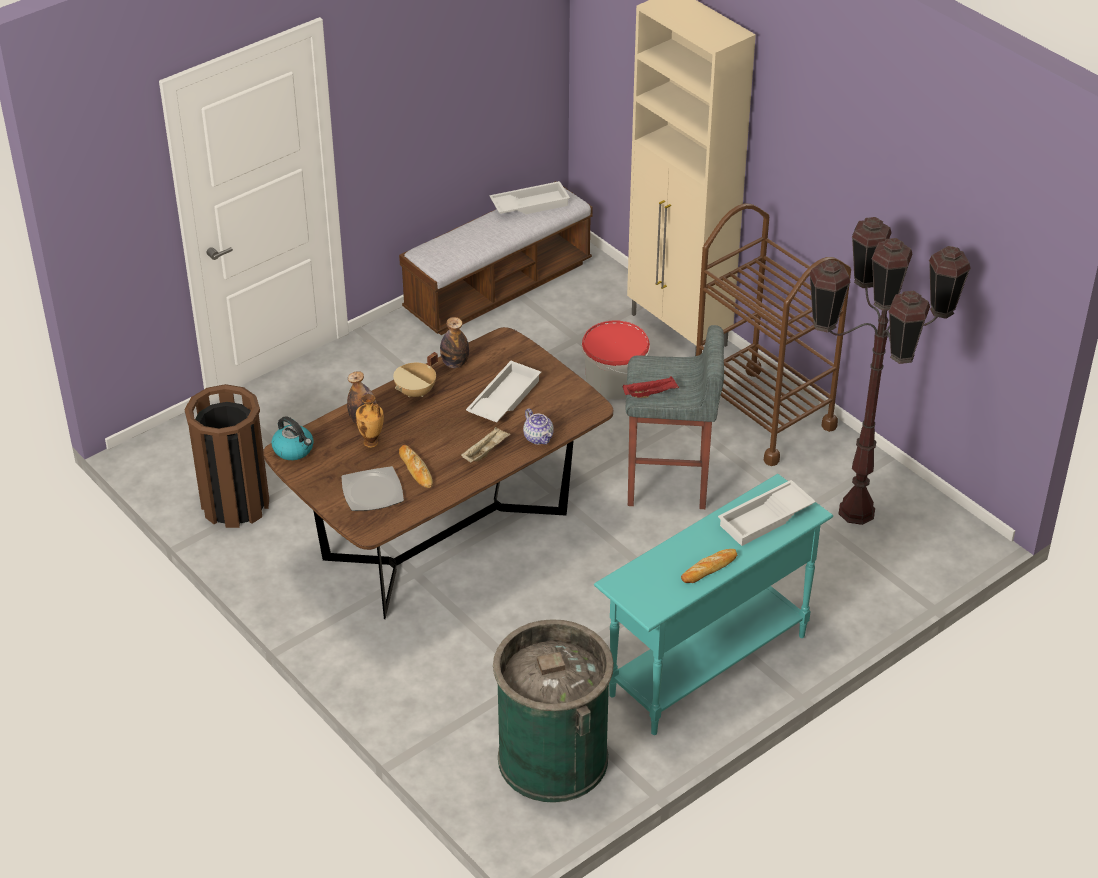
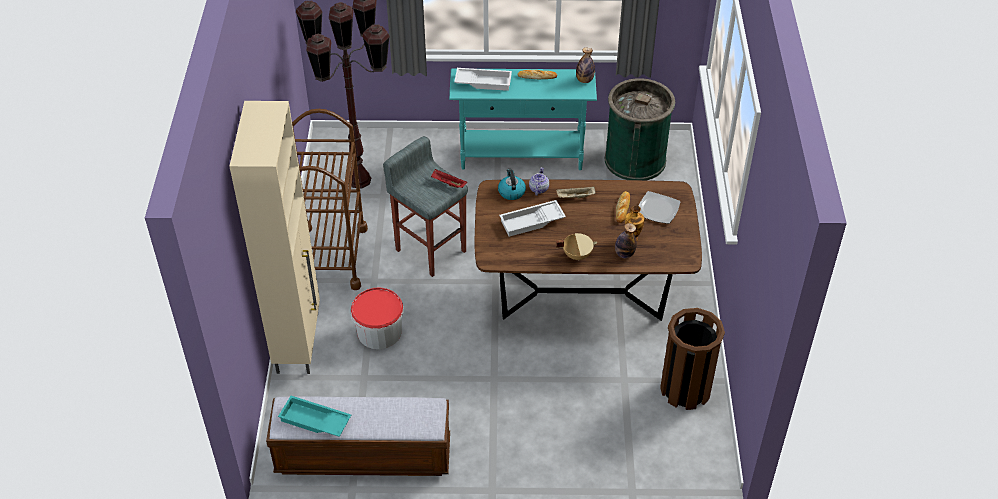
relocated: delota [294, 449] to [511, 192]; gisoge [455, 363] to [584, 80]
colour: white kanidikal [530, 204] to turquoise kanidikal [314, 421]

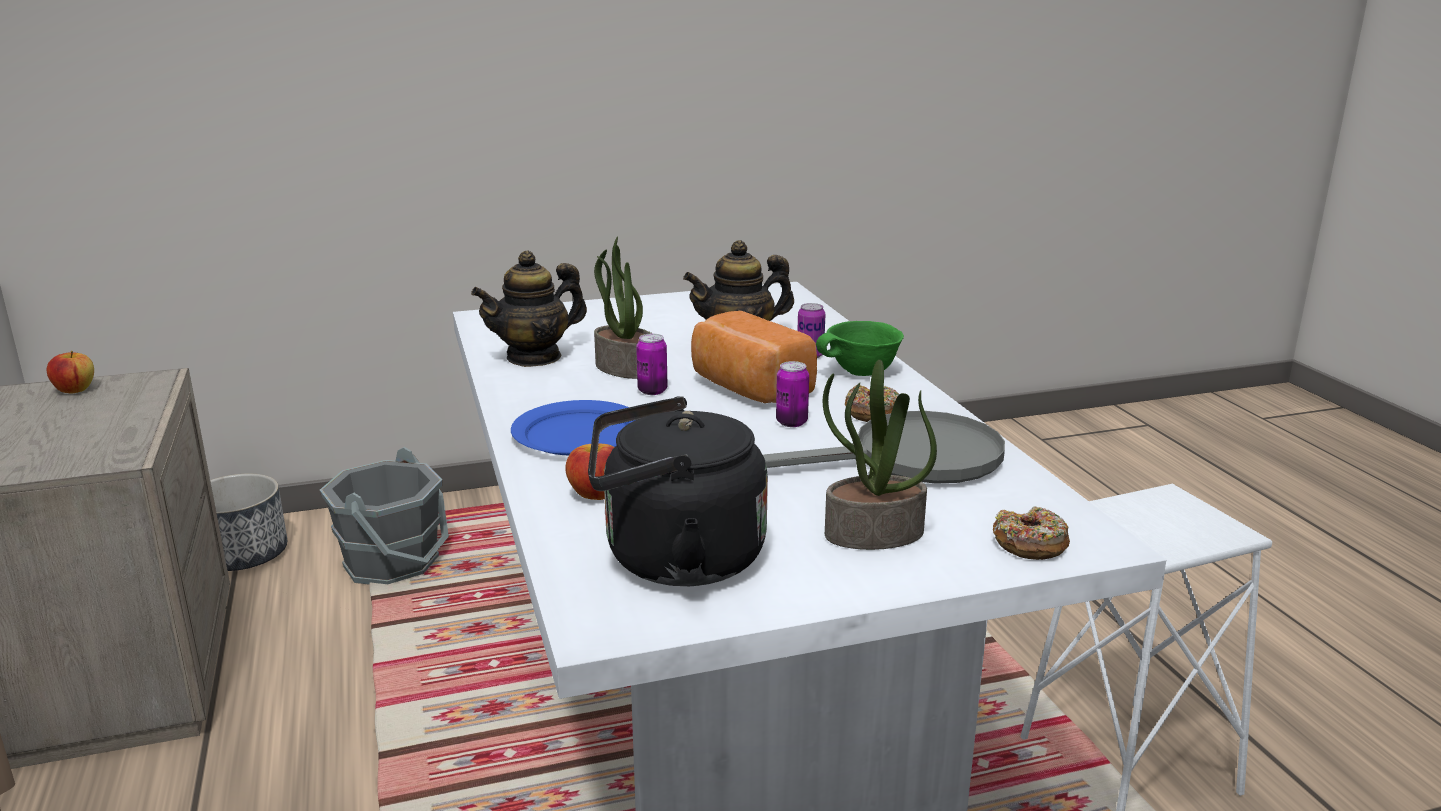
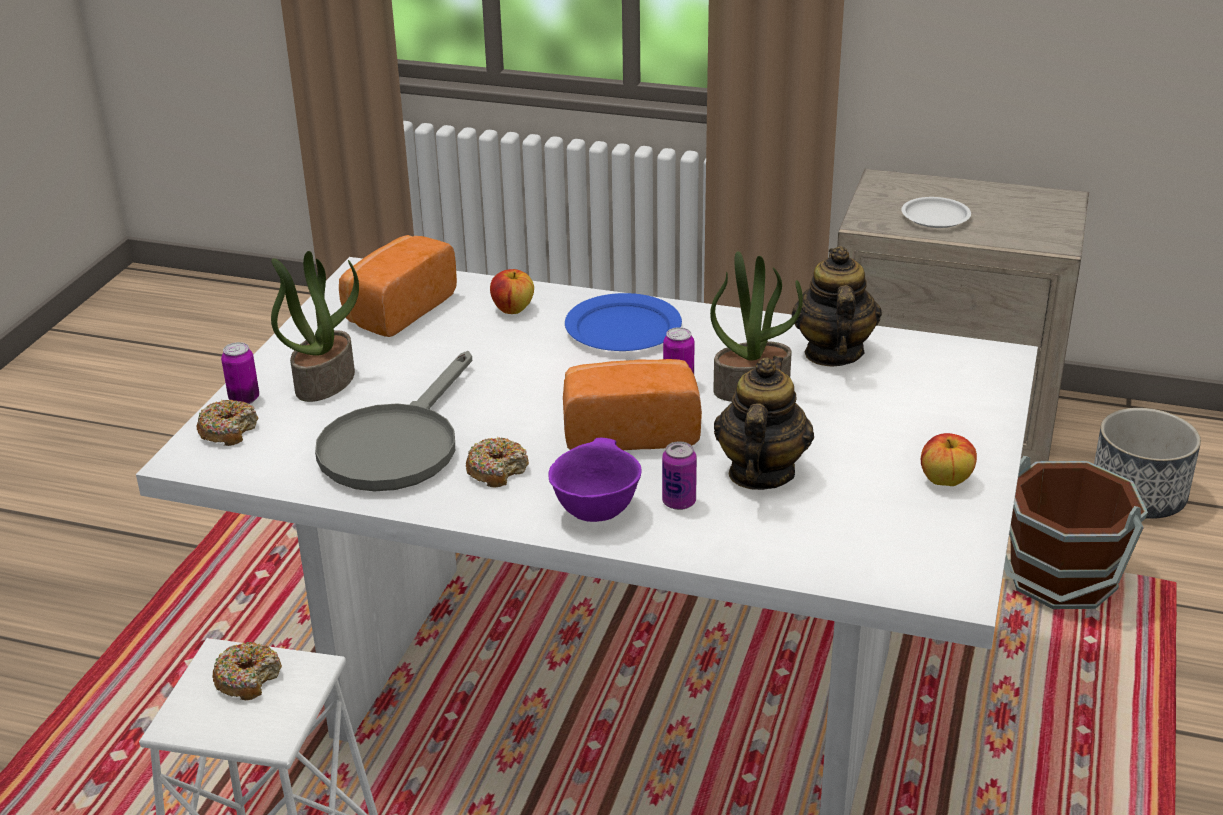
appeared: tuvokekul [248, 679]; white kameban [935, 217]
relocated: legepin [75, 390] to [945, 480]; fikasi [791, 422] to [244, 399]
exchanged: black delota [674, 559] to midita [396, 310]
colour: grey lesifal [393, 562] to brown lesifal [1060, 580]; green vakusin [861, 373] to purple vakusin [595, 510]

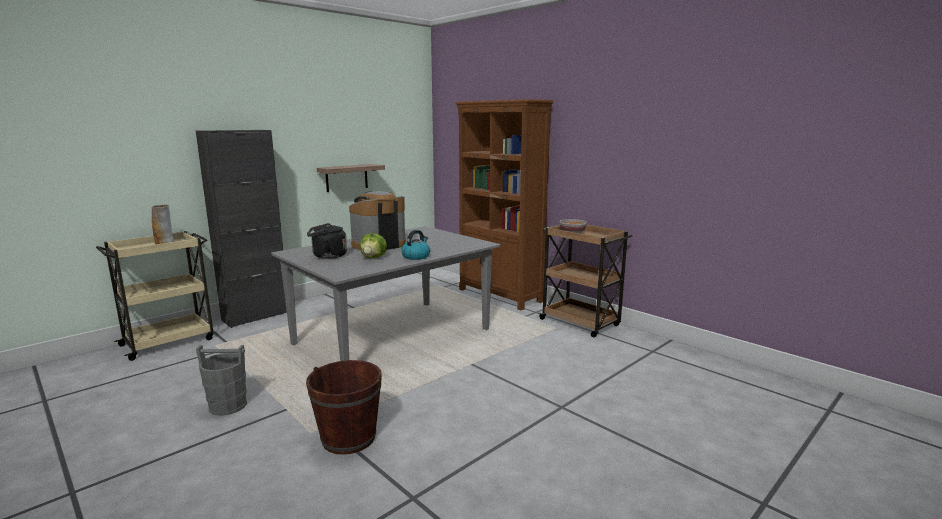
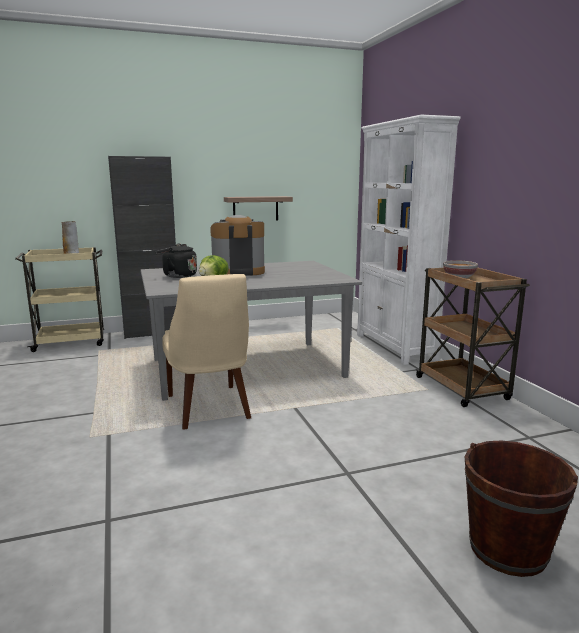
missing: grey lesifal [227, 406]; delota [416, 256]
appeared: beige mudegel [209, 408]
relocated: brown lesifal [348, 438] to [508, 550]
colour: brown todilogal [500, 295] to white todilogal [395, 347]

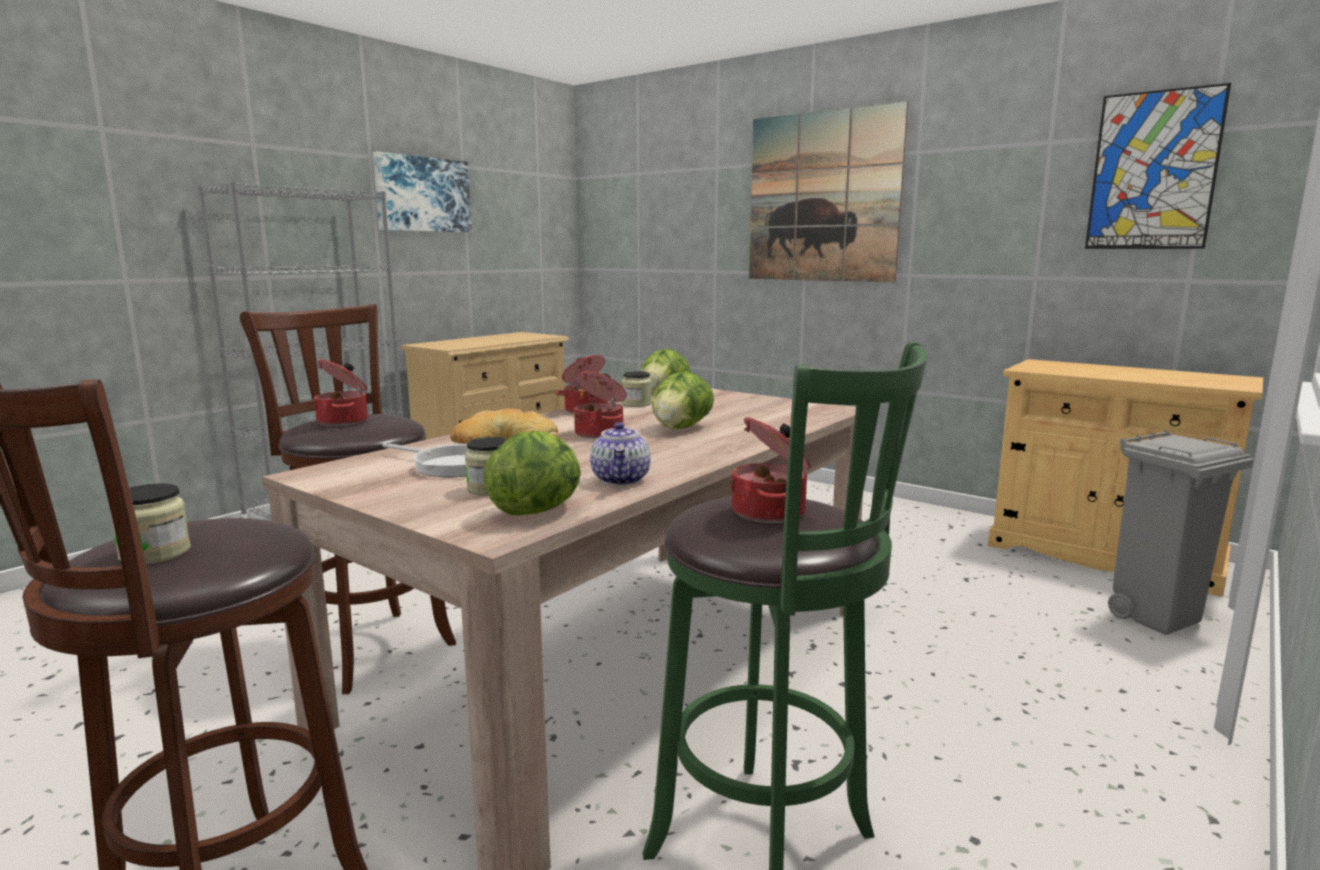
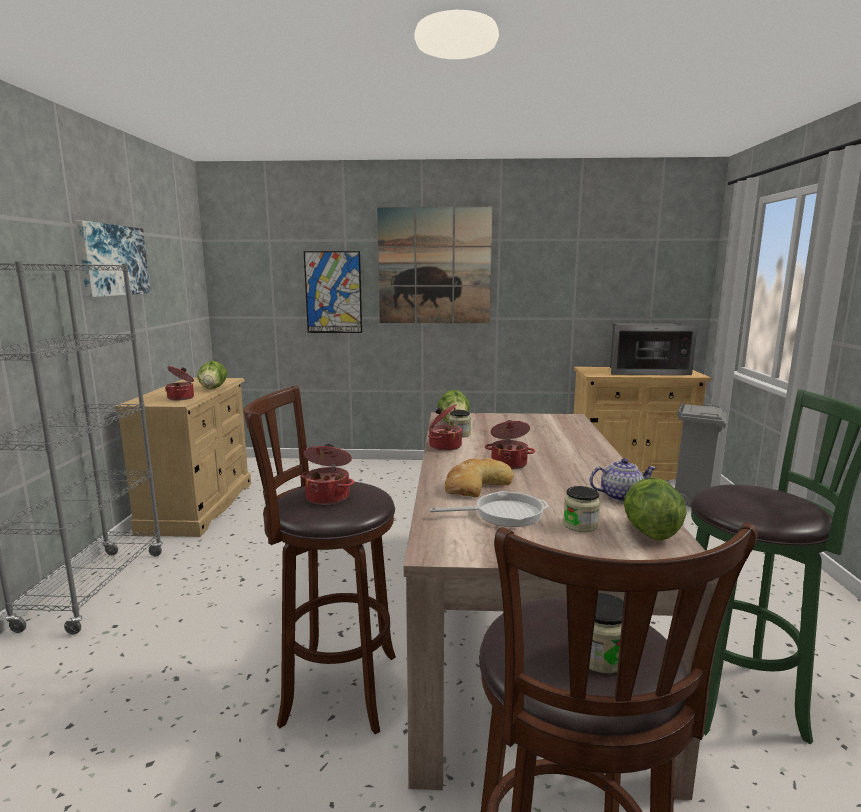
appeared: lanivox [645, 371]
relocated: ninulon [680, 428] to [213, 388]; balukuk [770, 512] to [181, 398]; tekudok [1153, 171] to [333, 292]
spun: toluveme [621, 480] = [621, 496] 60 degrees counterclockwise

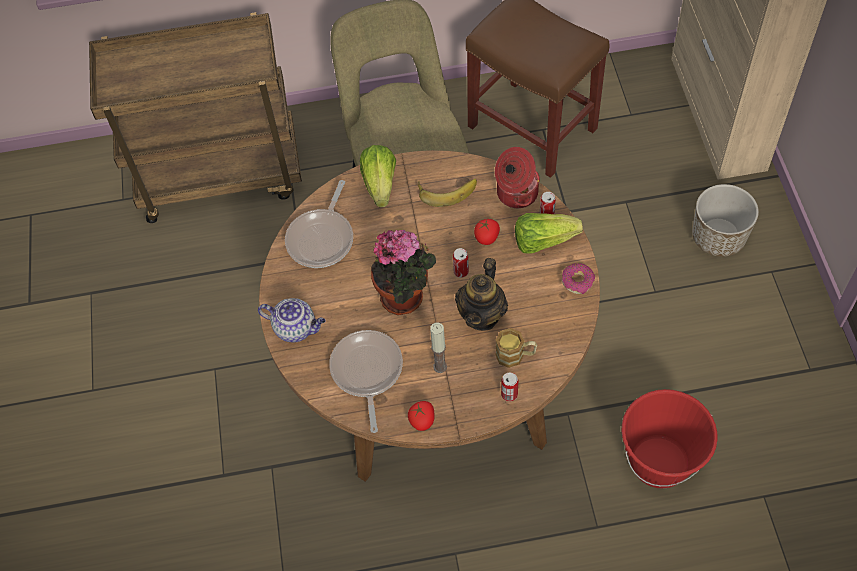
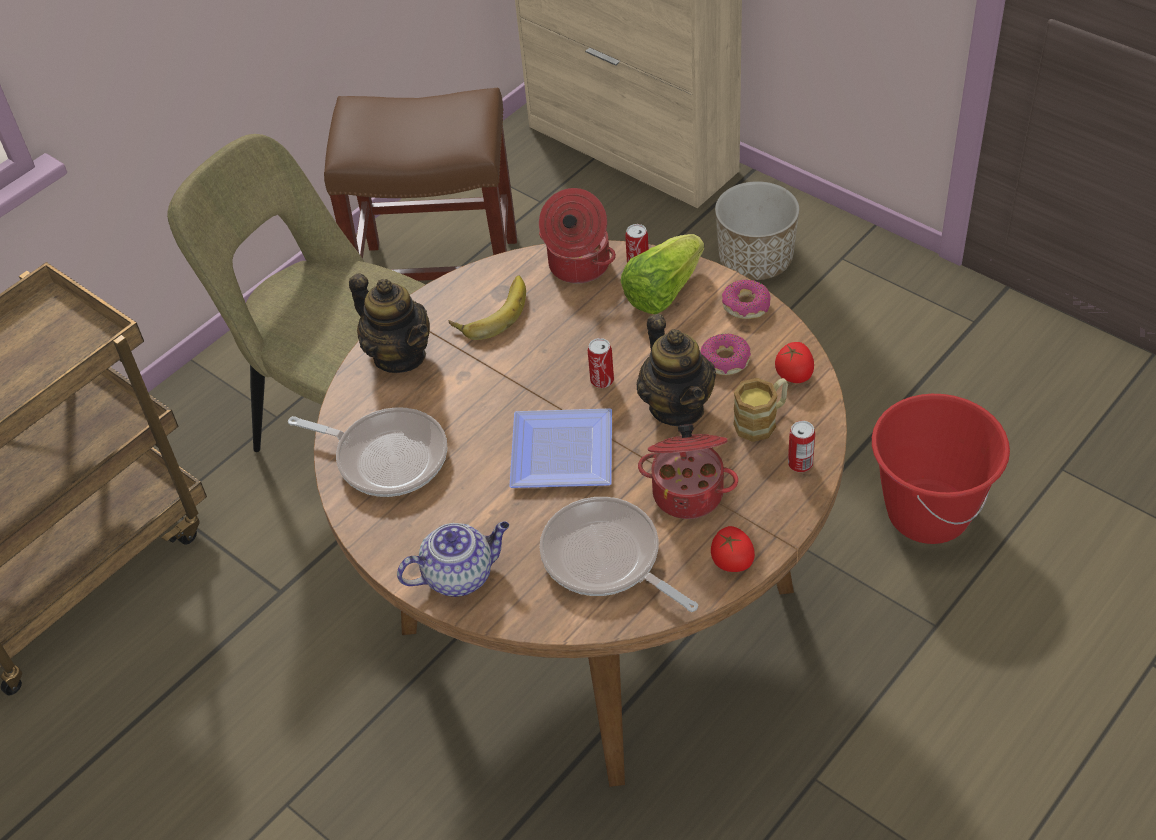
appeared: tuvokekul [725, 361]
relocated: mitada [487, 237] to [794, 374]
exchanged: ninulon [380, 184] to toluveme [399, 355]; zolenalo [406, 298] to kameban [566, 449]; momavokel [440, 367] to balukuk [688, 491]
spun: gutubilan [322, 238] = [386, 457] 45 degrees counterclockwise

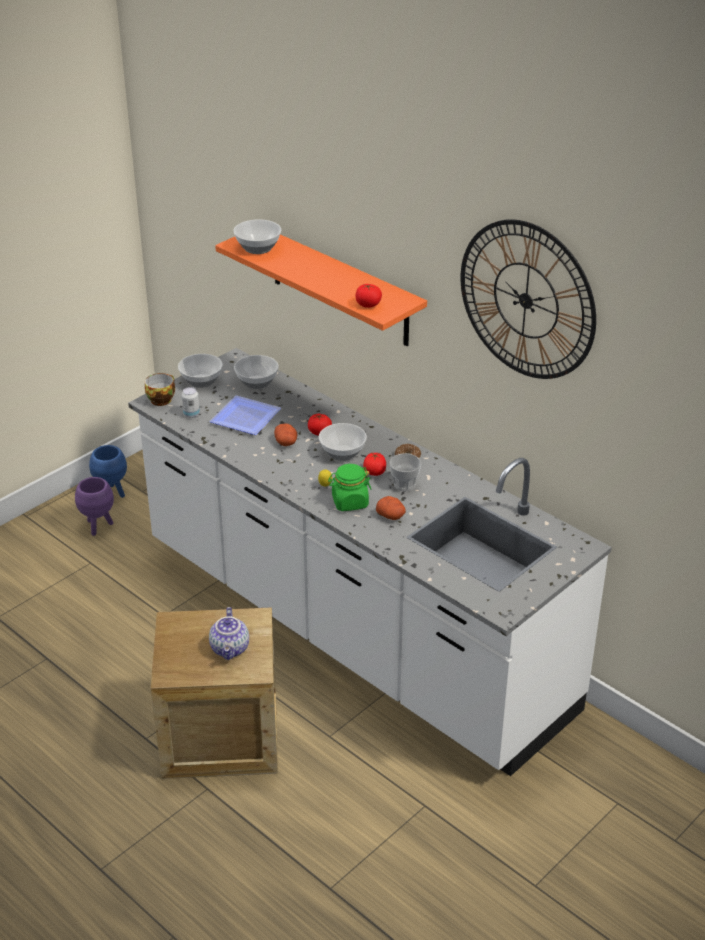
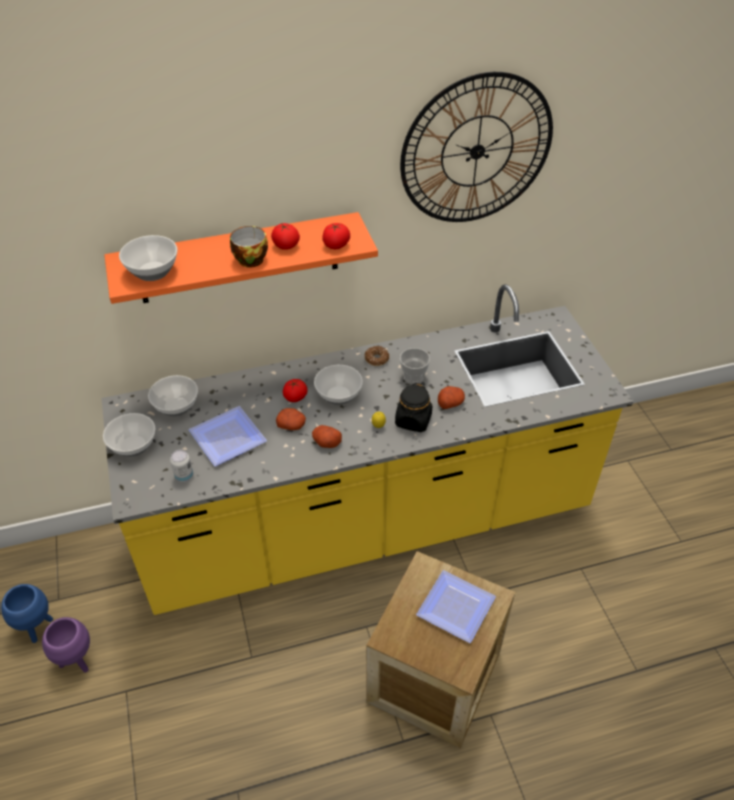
appeared: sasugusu [326, 442]
relocated: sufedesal [161, 399] to [249, 259]; mitada [374, 472] to [286, 246]
exchanged: toluveme [231, 649] to kameban [455, 605]
colour: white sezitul [352, 628] to yellow sezitul [367, 523]; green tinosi [349, 502] to black tinosi [413, 420]

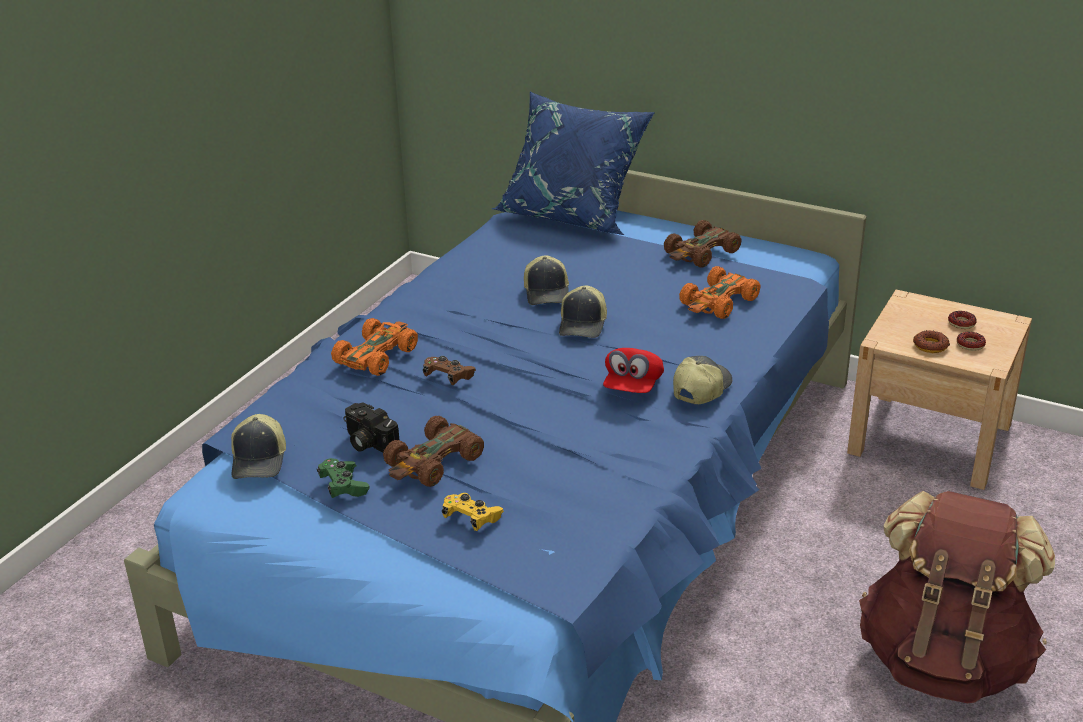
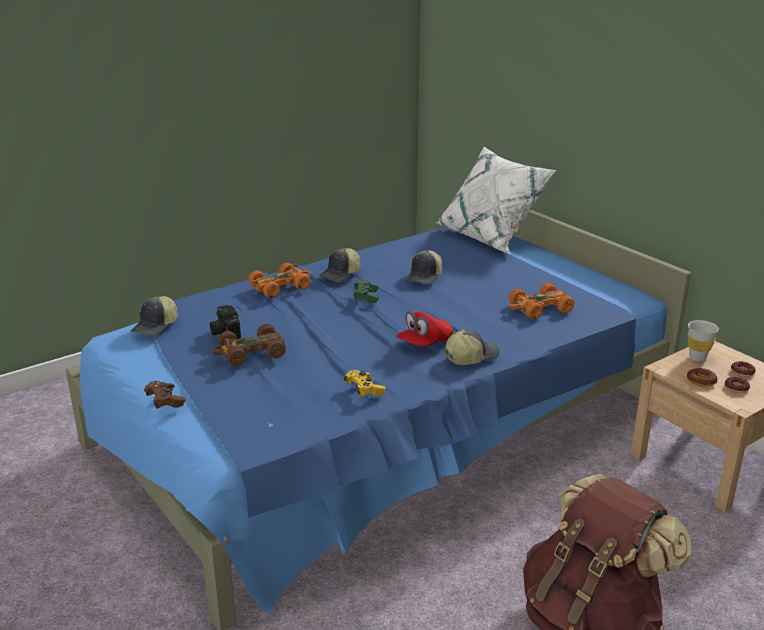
missing: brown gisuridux [701, 253]
appeared: white sufedesal [697, 358]
relocated: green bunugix [343, 486] to [366, 296]; brown bunugix [448, 377] to [165, 401]; yellow bunugix [471, 518] to [364, 390]; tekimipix [583, 325] to [340, 274]
colour: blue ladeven [572, 214] to white ladeven [490, 237]

